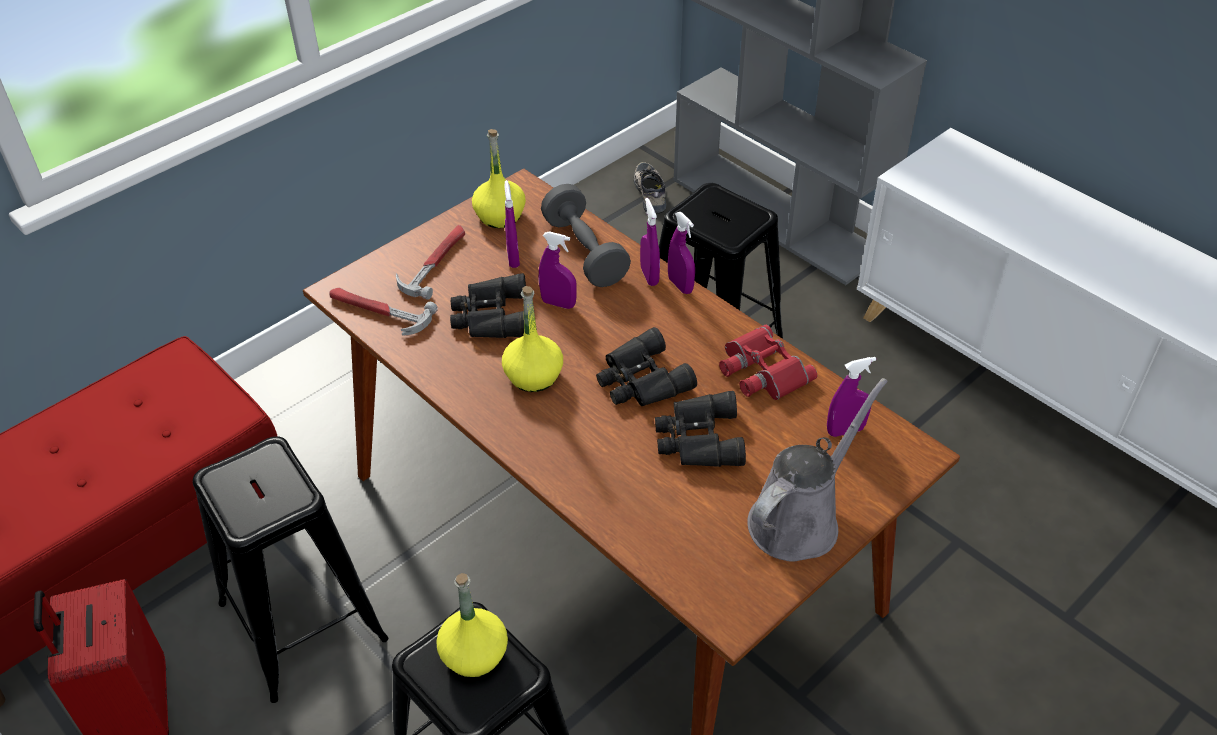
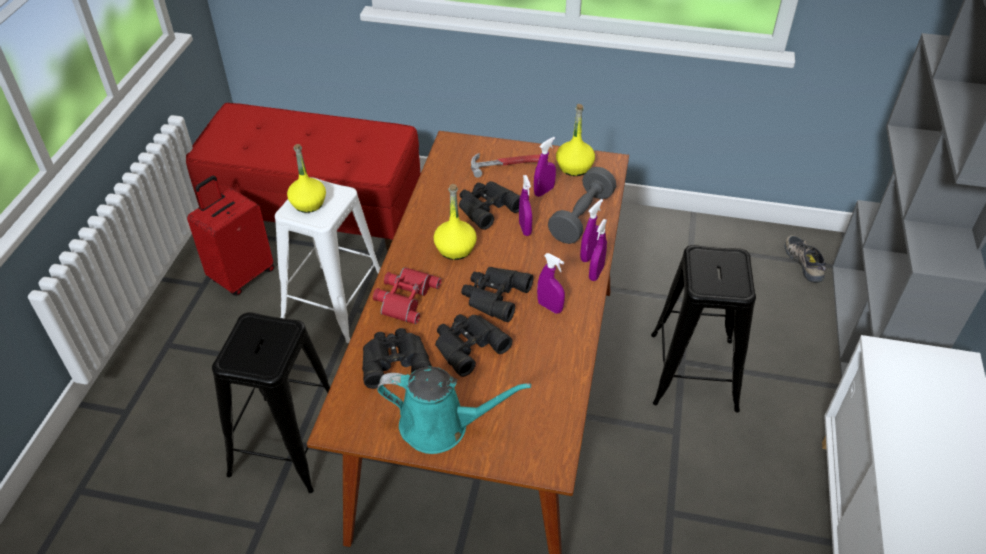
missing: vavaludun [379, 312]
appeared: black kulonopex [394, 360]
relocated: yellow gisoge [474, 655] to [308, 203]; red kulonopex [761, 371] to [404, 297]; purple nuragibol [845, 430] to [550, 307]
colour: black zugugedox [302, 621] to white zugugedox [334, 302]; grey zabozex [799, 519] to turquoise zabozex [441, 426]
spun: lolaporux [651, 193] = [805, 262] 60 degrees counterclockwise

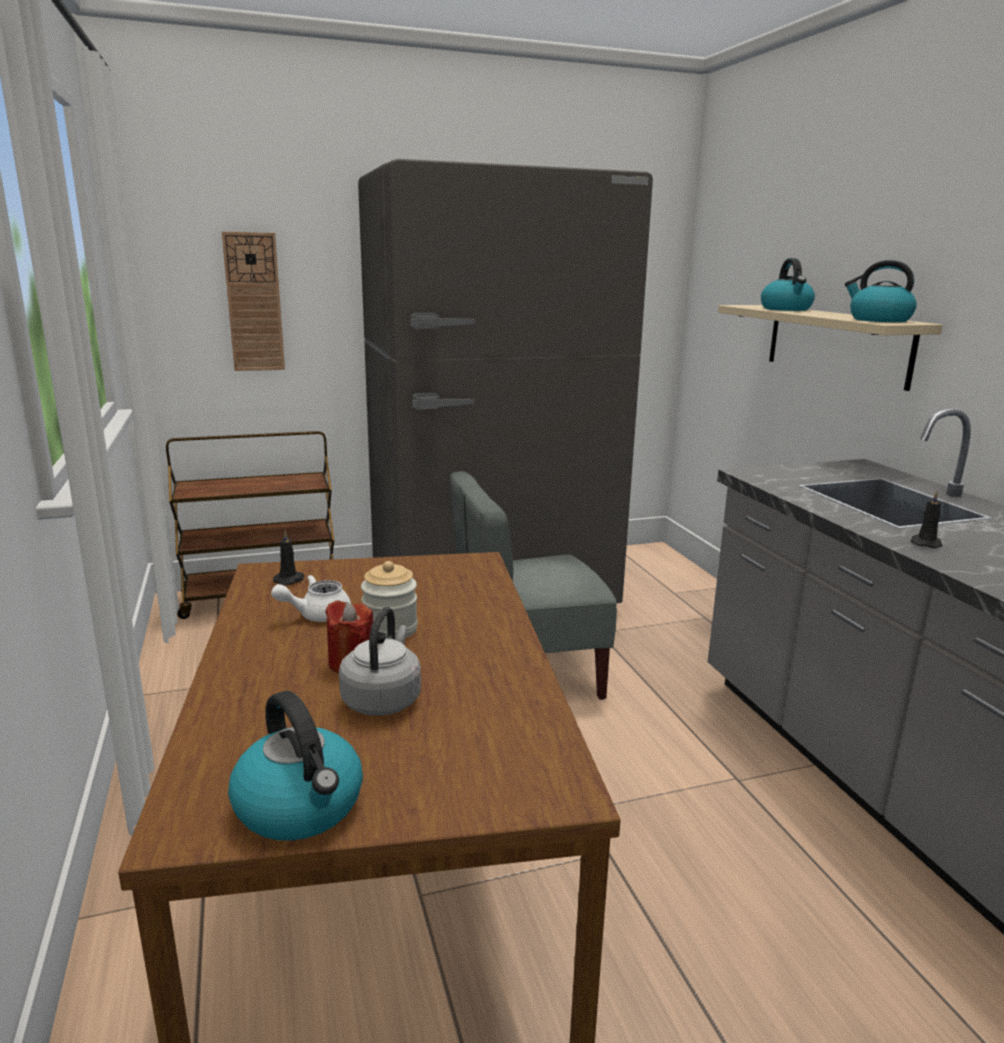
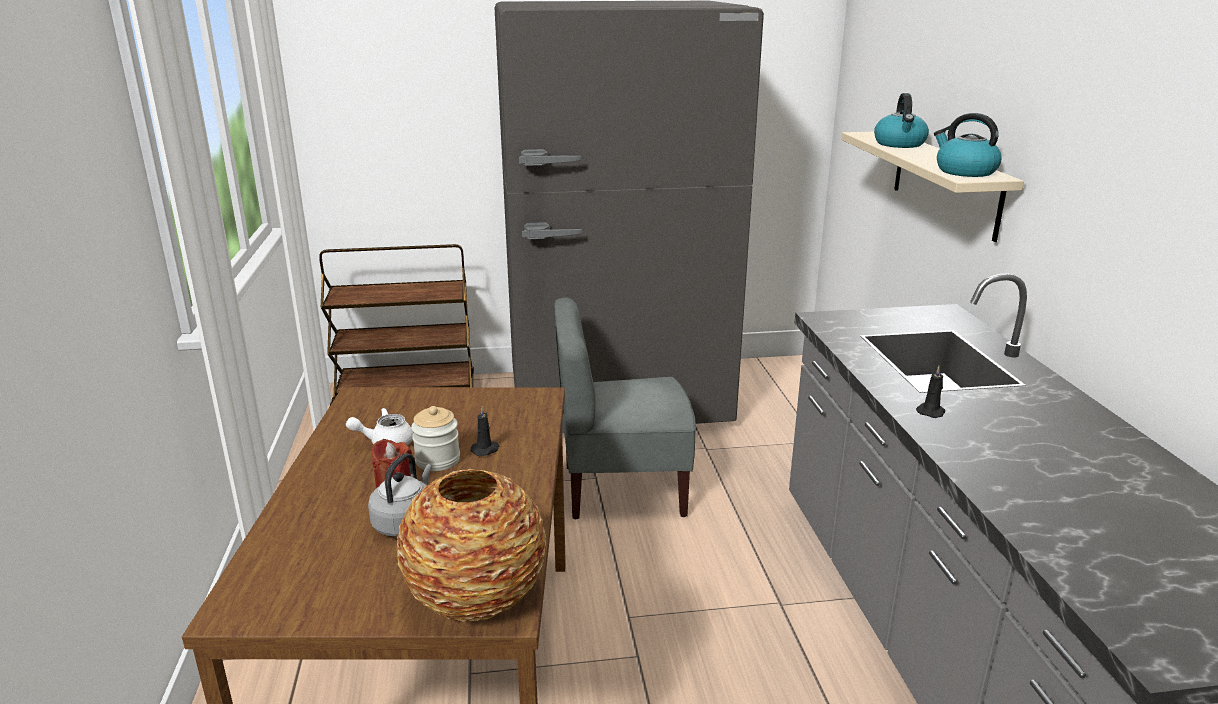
missing: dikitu [254, 302]; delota [301, 807]
appeared: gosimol [477, 597]
relocated: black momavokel [290, 580] to [486, 450]

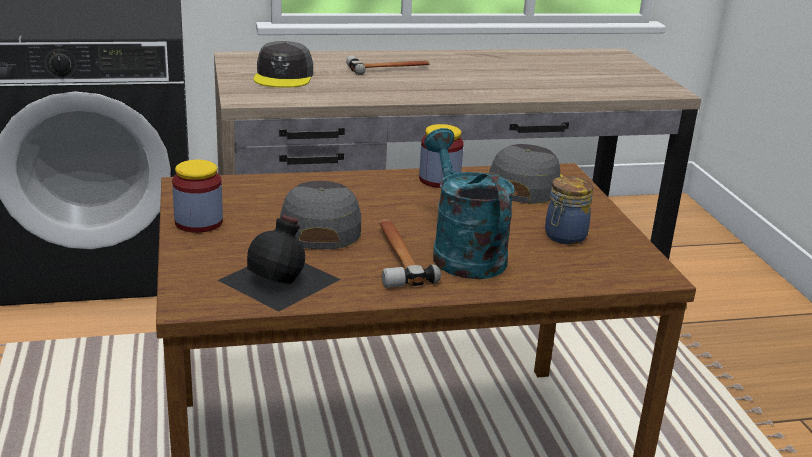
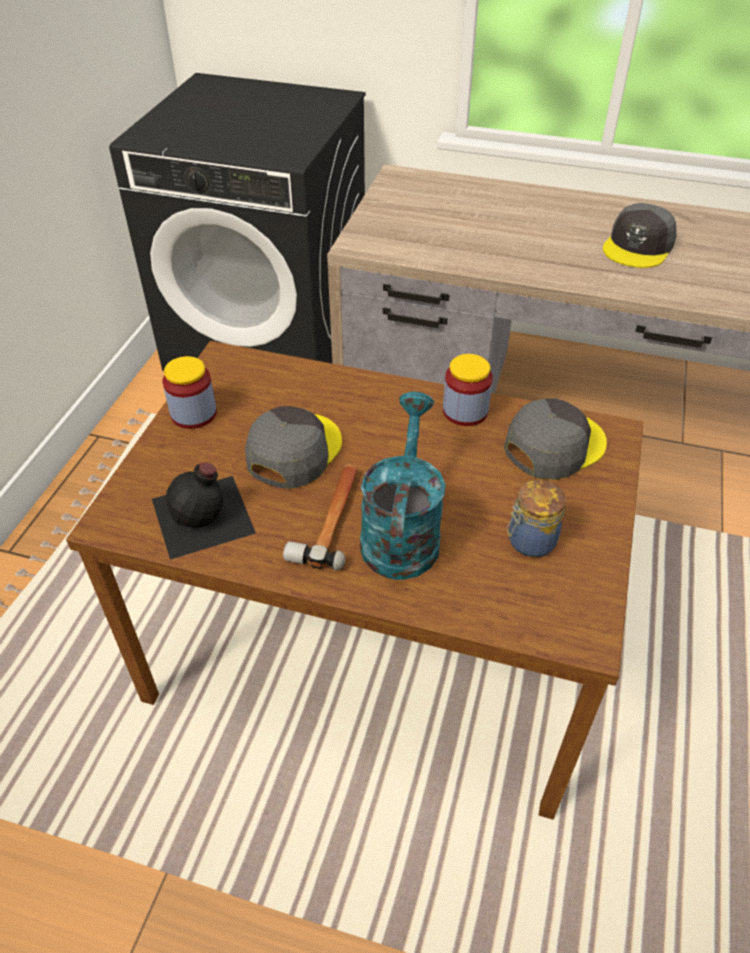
missing: vavaludun [389, 69]
relocated: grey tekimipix [284, 76] to [638, 246]

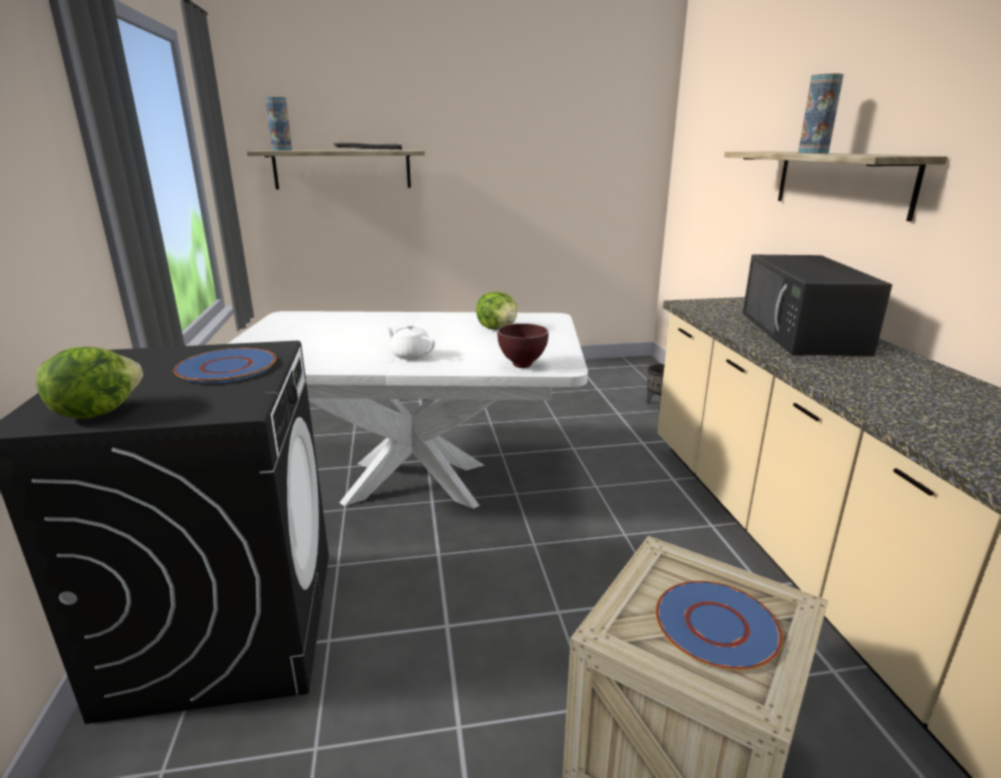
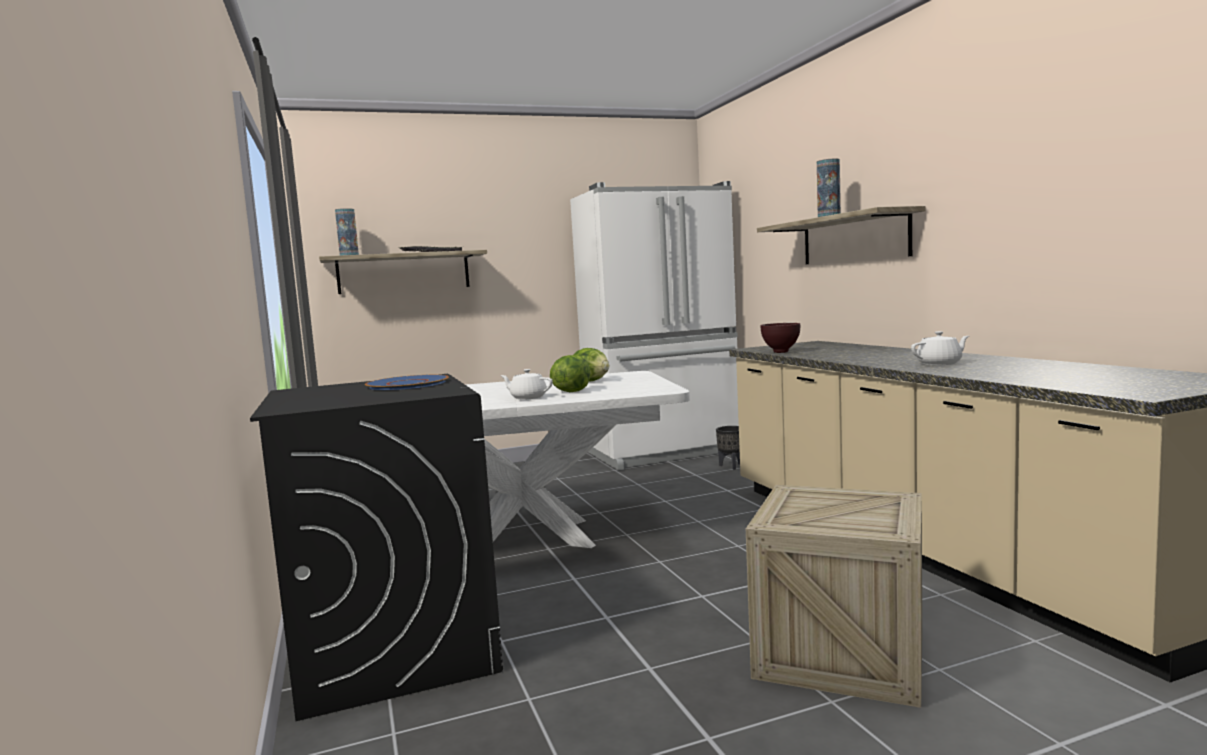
missing: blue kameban [715, 625]; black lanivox [802, 333]
appeared: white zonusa [664, 453]; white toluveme [940, 364]
relocated: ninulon [96, 412] to [571, 391]; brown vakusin [523, 365] to [781, 352]

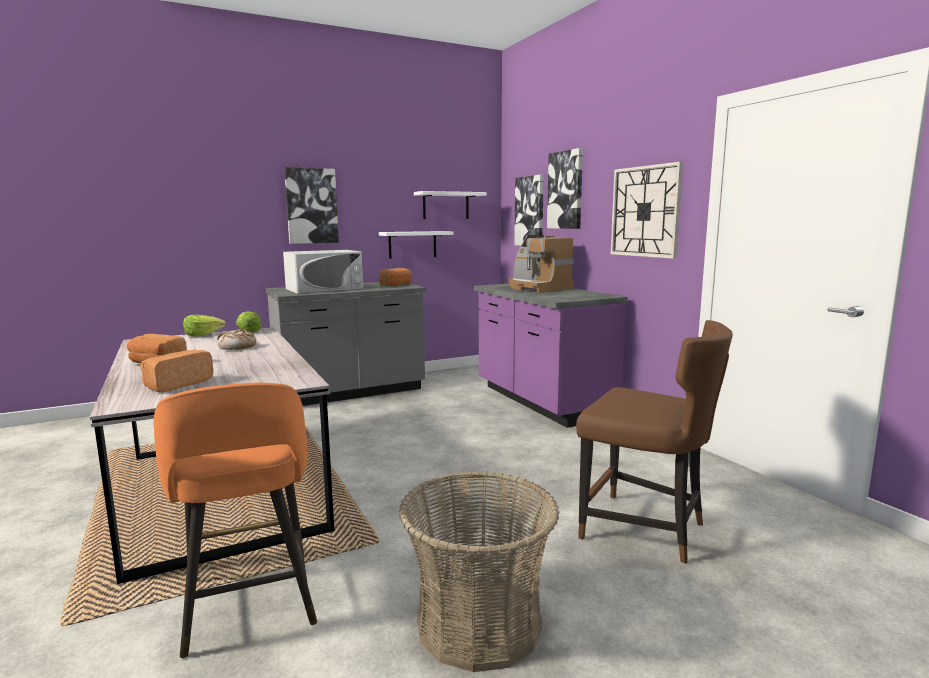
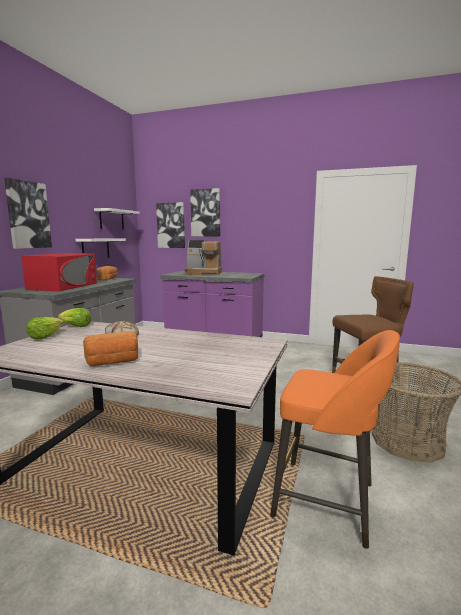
missing: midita [176, 384]; dikitu [645, 211]
colour: white lanivox [324, 289] to red lanivox [63, 286]

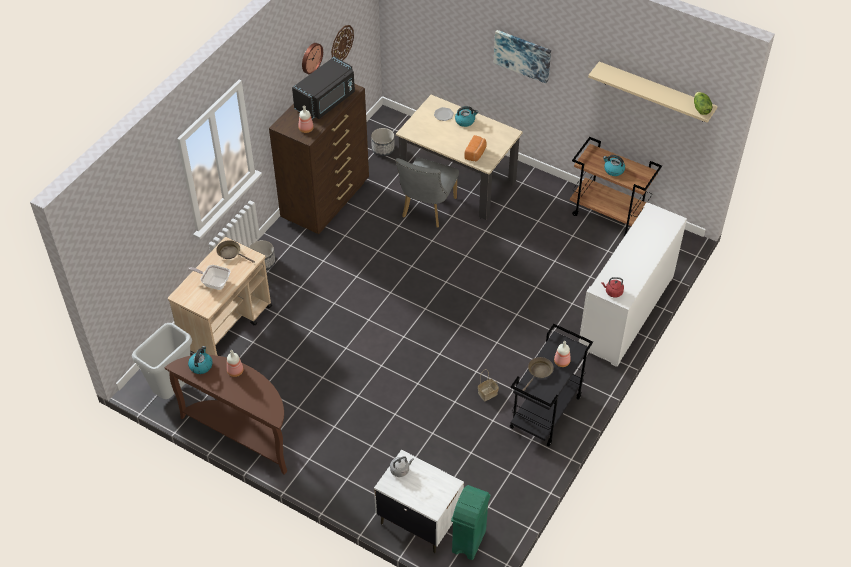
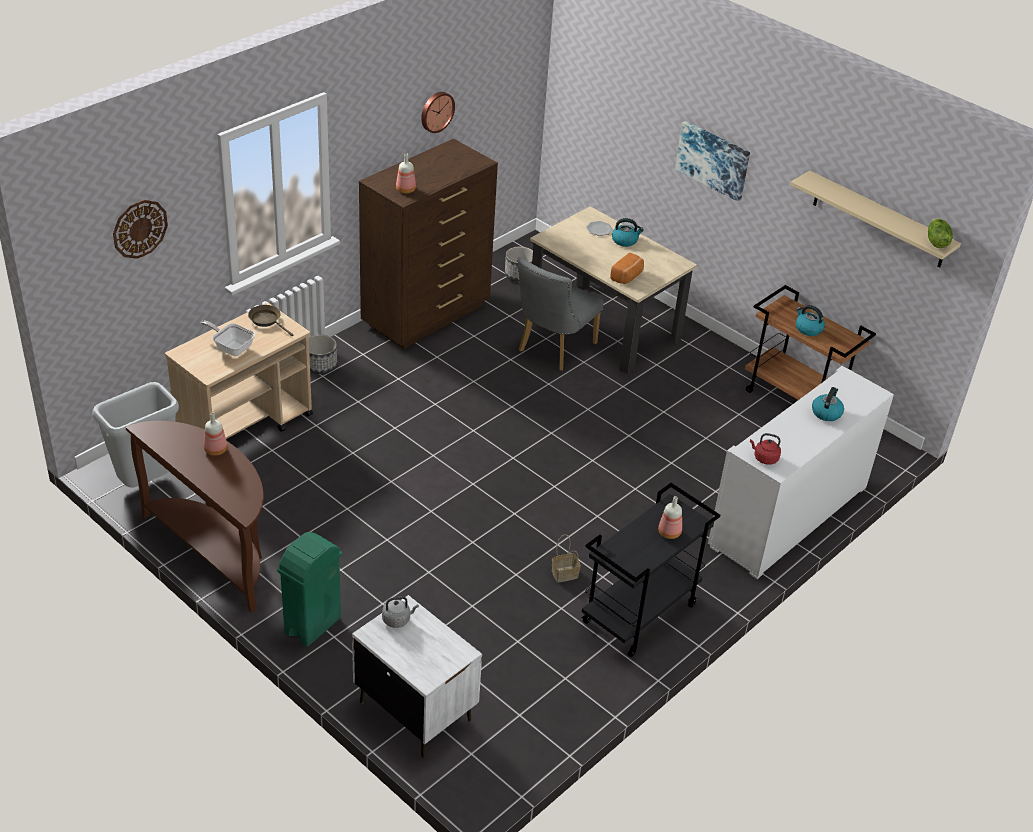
missing: black lanivox [326, 101]; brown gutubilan [539, 372]
relocated: delota [201, 365] to [826, 412]; dikitu [341, 43] to [139, 228]; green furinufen [468, 542] to [312, 625]

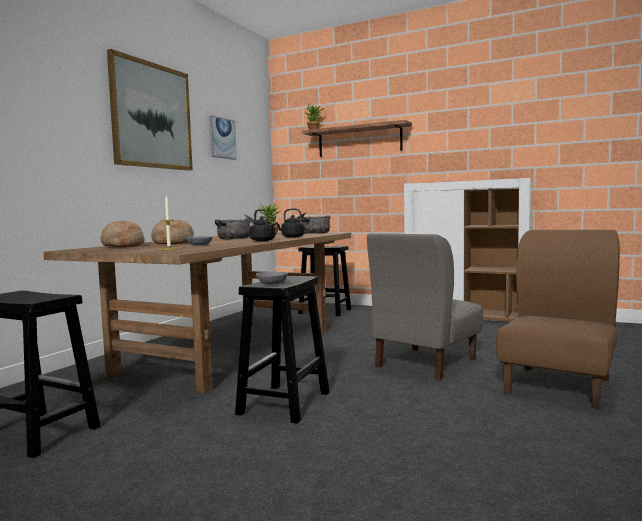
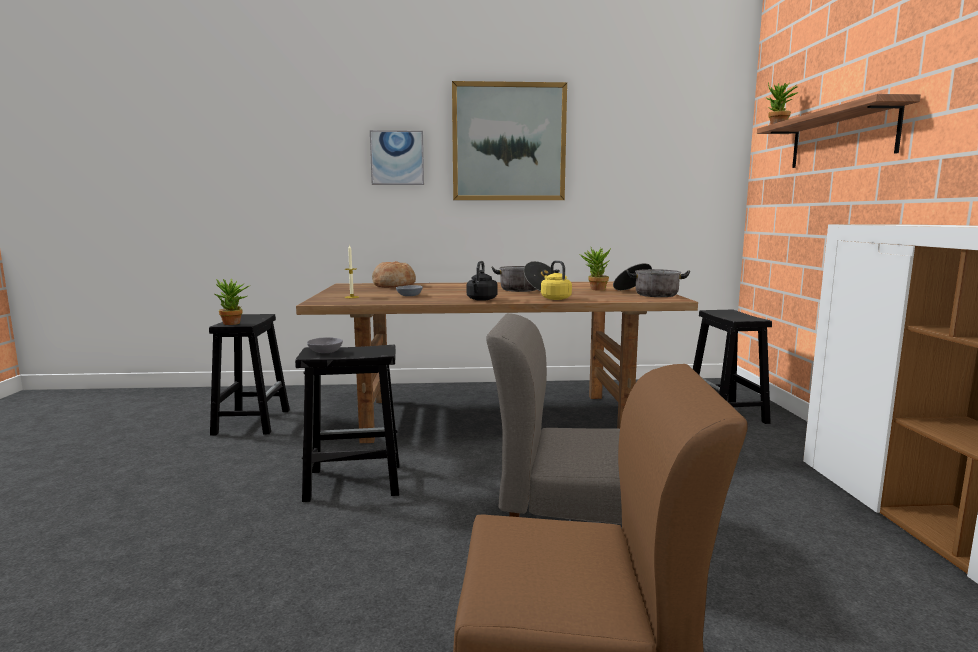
missing: midita [172, 243]
appeared: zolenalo [234, 323]
relocated: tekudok [222, 138] to [397, 158]
colour: black delota [291, 237] to yellow delota [555, 298]

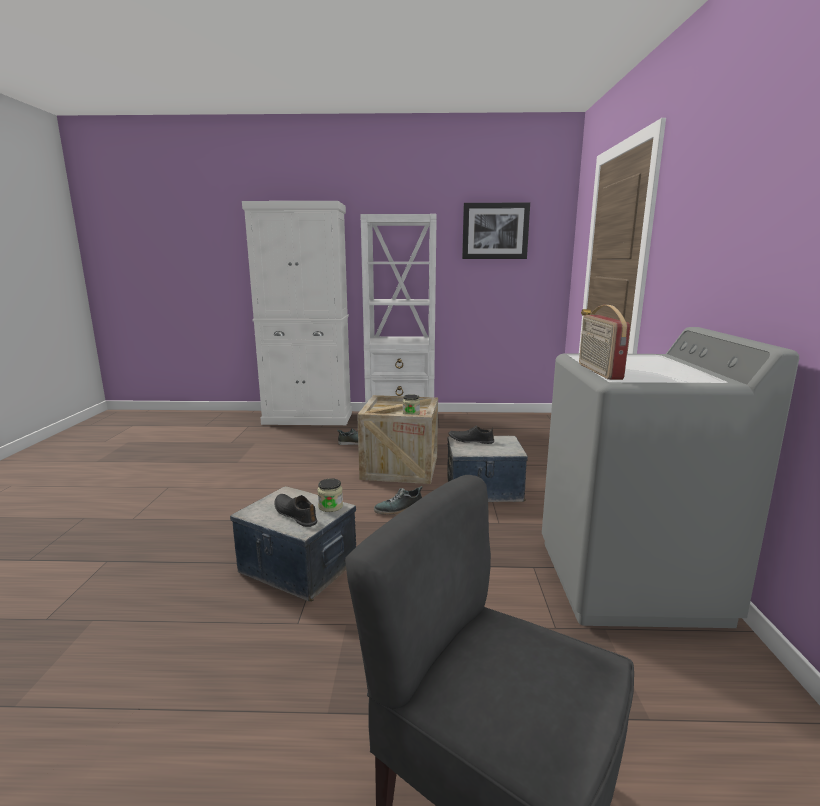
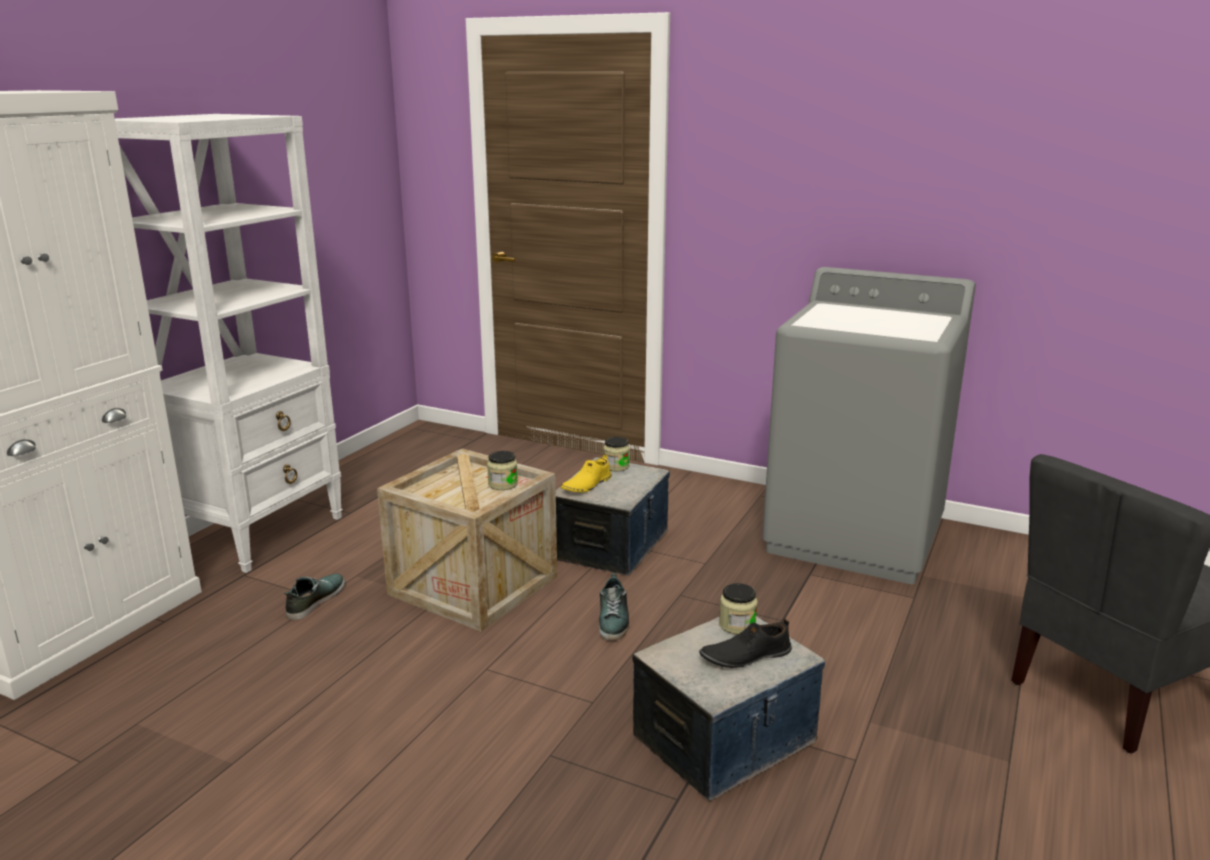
missing: tekudok [495, 231]; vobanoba [598, 371]
appeared: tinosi [616, 466]
colour: black lolaporux [471, 440] to yellow lolaporux [586, 485]

